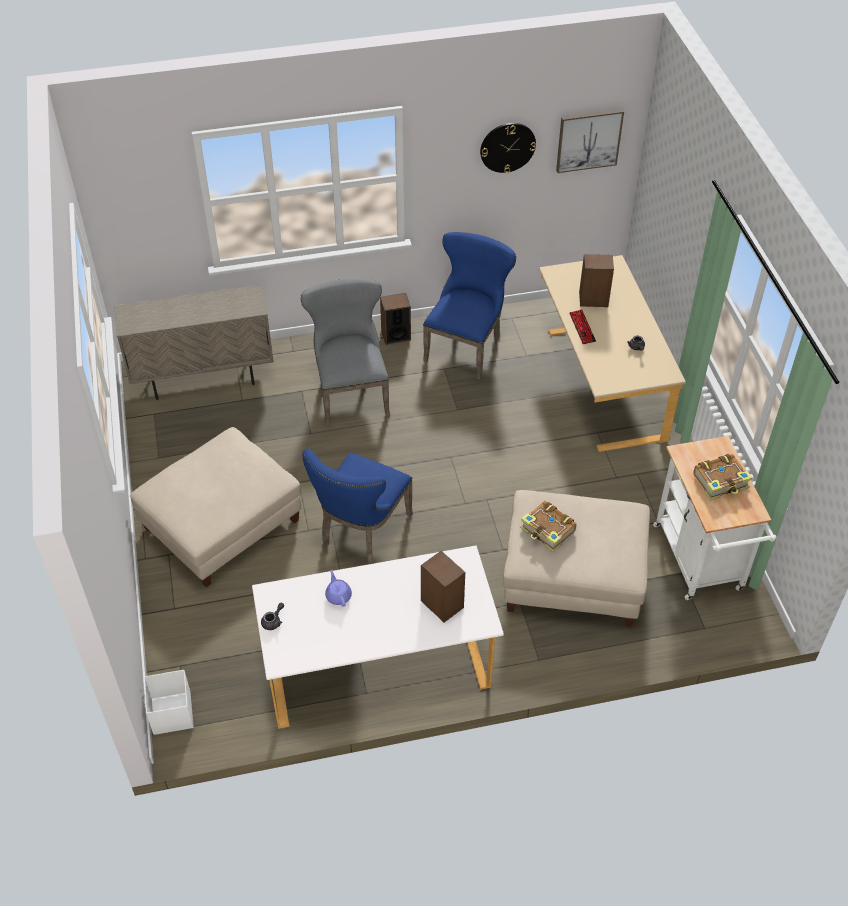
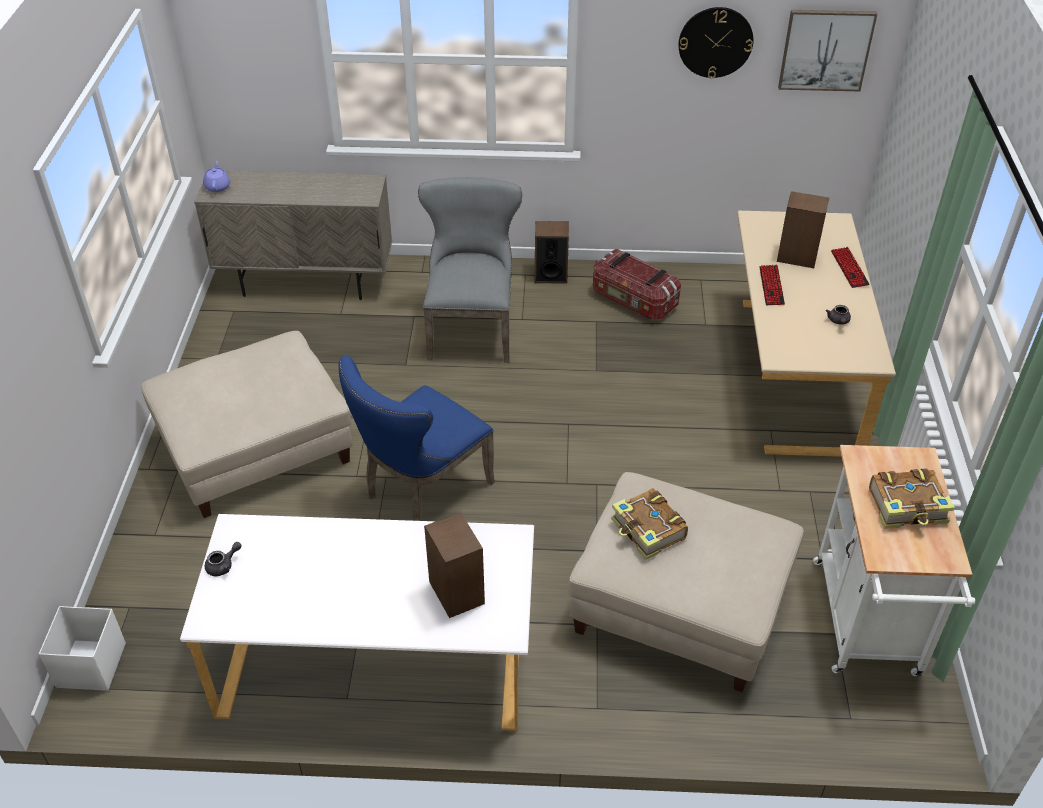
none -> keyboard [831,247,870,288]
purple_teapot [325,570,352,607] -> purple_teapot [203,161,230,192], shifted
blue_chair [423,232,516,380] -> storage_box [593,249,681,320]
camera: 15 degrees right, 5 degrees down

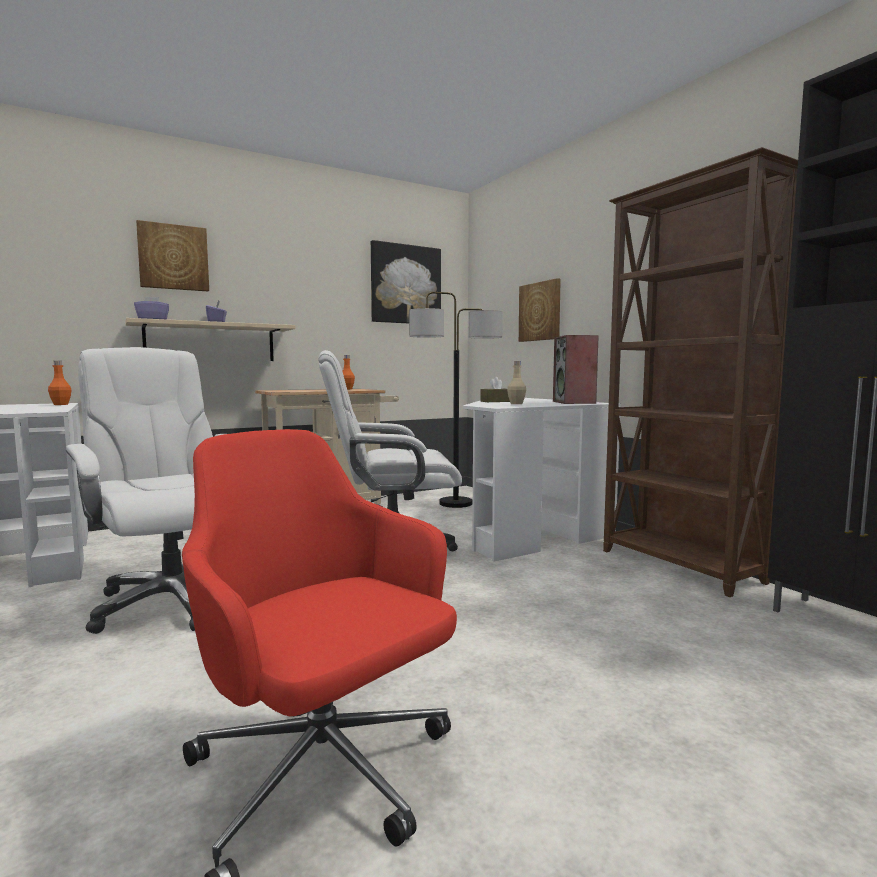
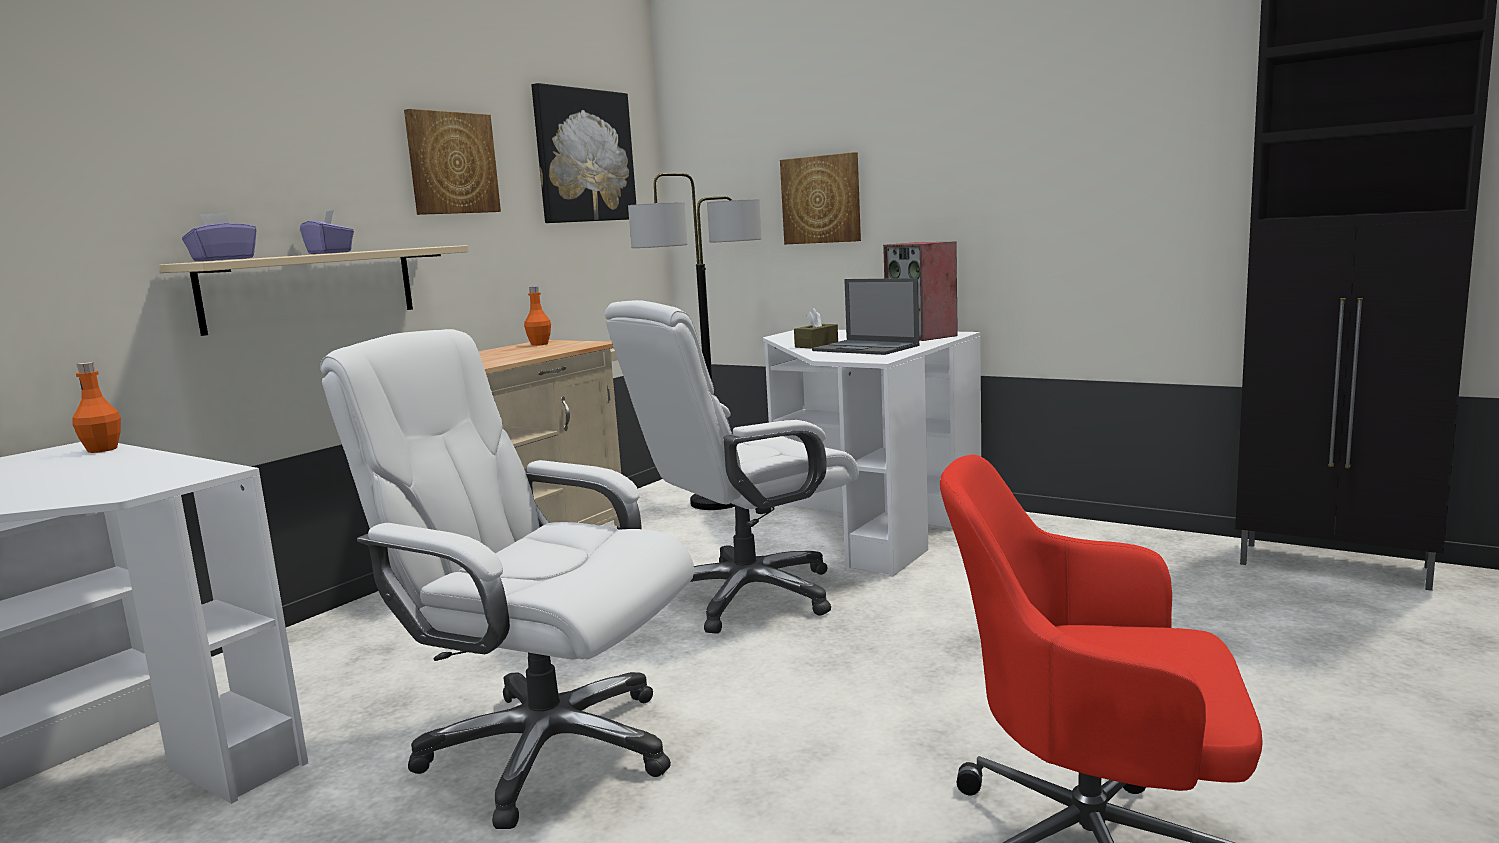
brown_bookcase [603,147,798,597] -> none
picture [136,220,209,292] -> picture [404,109,501,215], shifted
beige_bottle [507,361,526,404] -> laptop [812,278,920,355]
camera: 25 degrees left, 5 degrees up

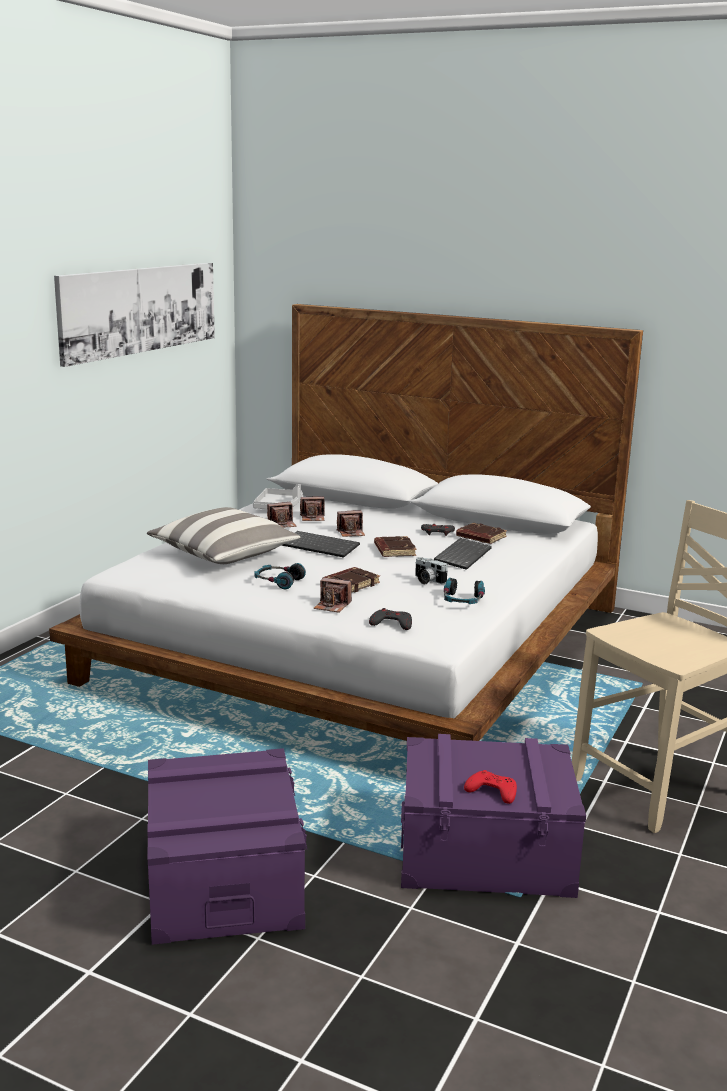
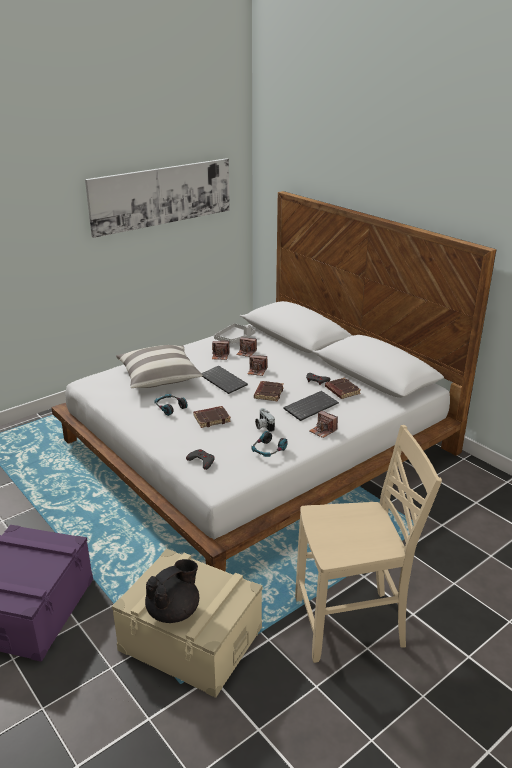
photo_camera [314,578,352,613] -> photo_camera [309,411,338,438], shifted
red_game_controller [464,770,517,804] -> black_teapot [145,559,199,623]
purple_storage_box [401,734,586,898] -> beige_storage_box [112,549,262,698]
camera: 25 degrees right, 10 degrees up

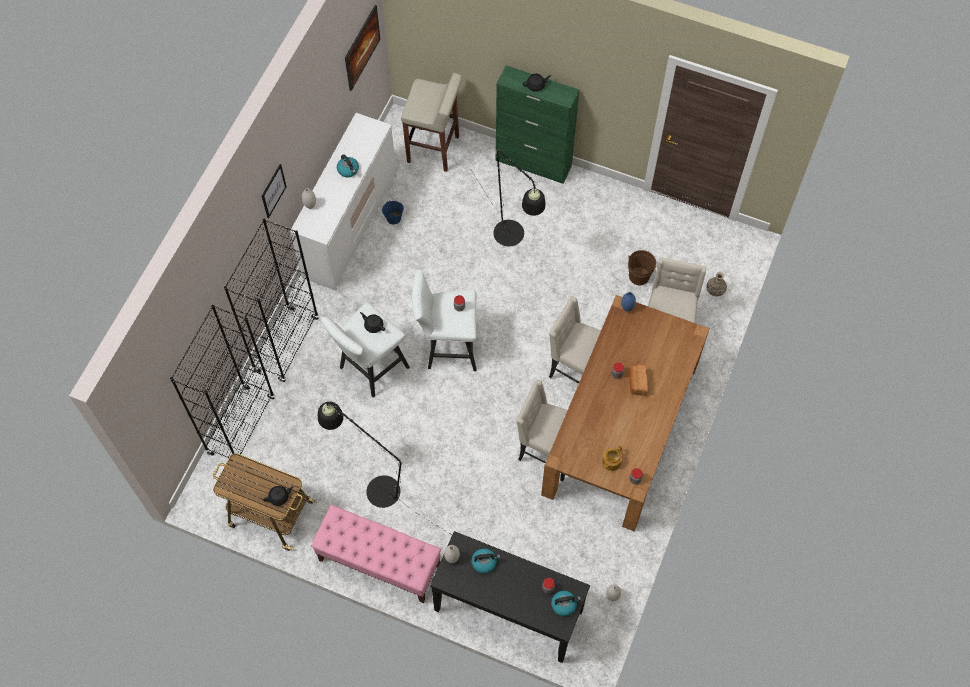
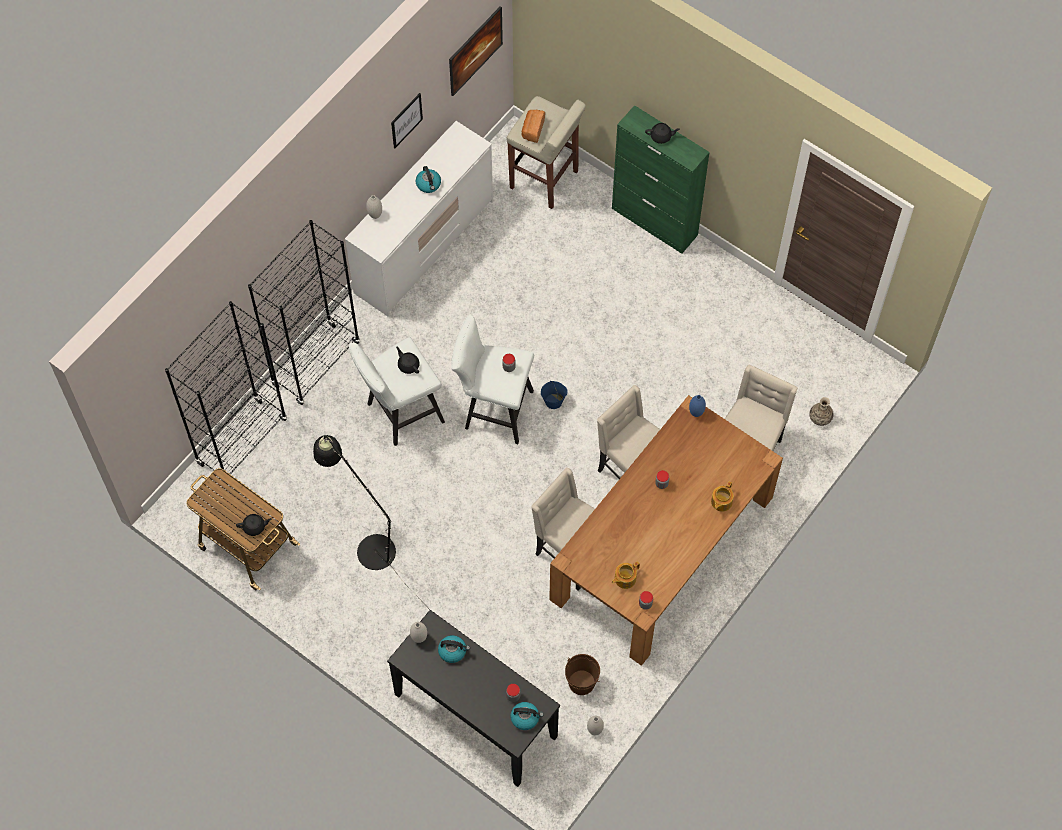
pink_bench [311,505,441,603] -> none
black_floor_lamp [471,149,546,246] -> none
none -> teapot [711,482,734,512]
picture [262,164,286,218] -> picture [391,93,423,148], shifted
blue_bucket [382,200,404,225] -> blue_bucket [541,381,567,409], shifted
brown_bucket [628,250,656,286] -> brown_bucket [565,654,600,695], shifted
bread [629,364,648,396] -> bread [522,110,545,143], shifted
camera: 15 degrees right, 0 degrees up

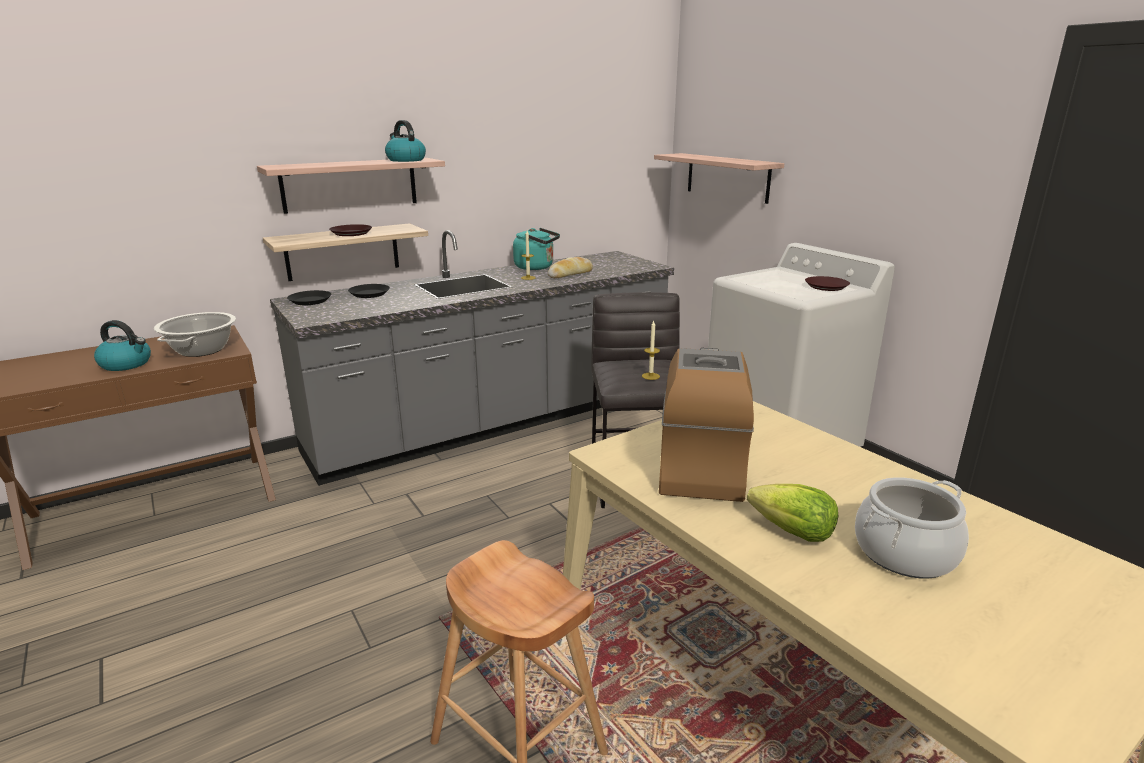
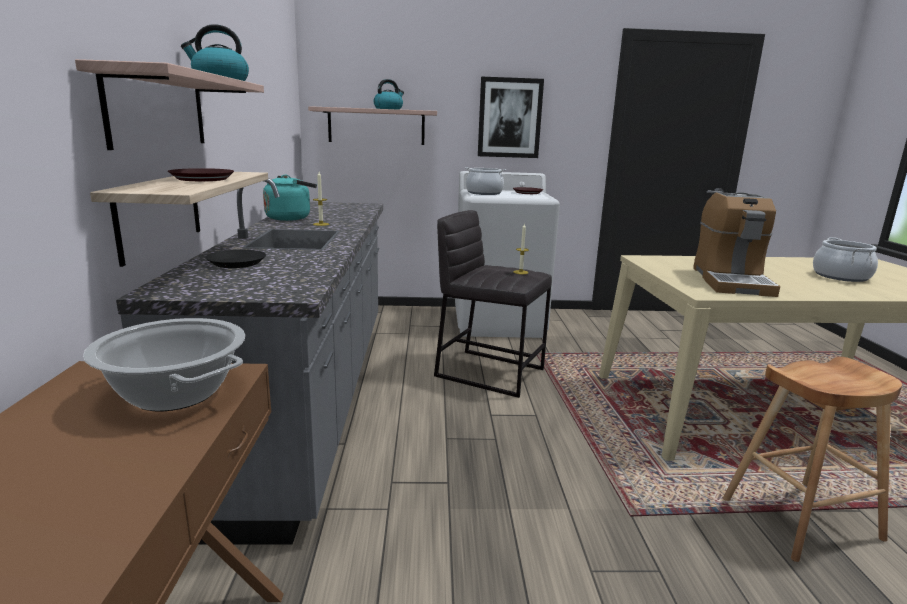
black_plate [287,290,331,305] -> none
bread [548,257,593,278] -> none
lettuce [747,484,838,542] -> none
none -> cooking_pot [465,167,507,195]
none -> picture [478,77,544,158]
kettle [94,320,151,371] -> kettle [373,79,404,110], shifted
coffee_machine [659,348,754,502] -> coffee_machine [693,192,780,297], 120 degrees counterclockwise
camera: 60 degrees left, 5 degrees down

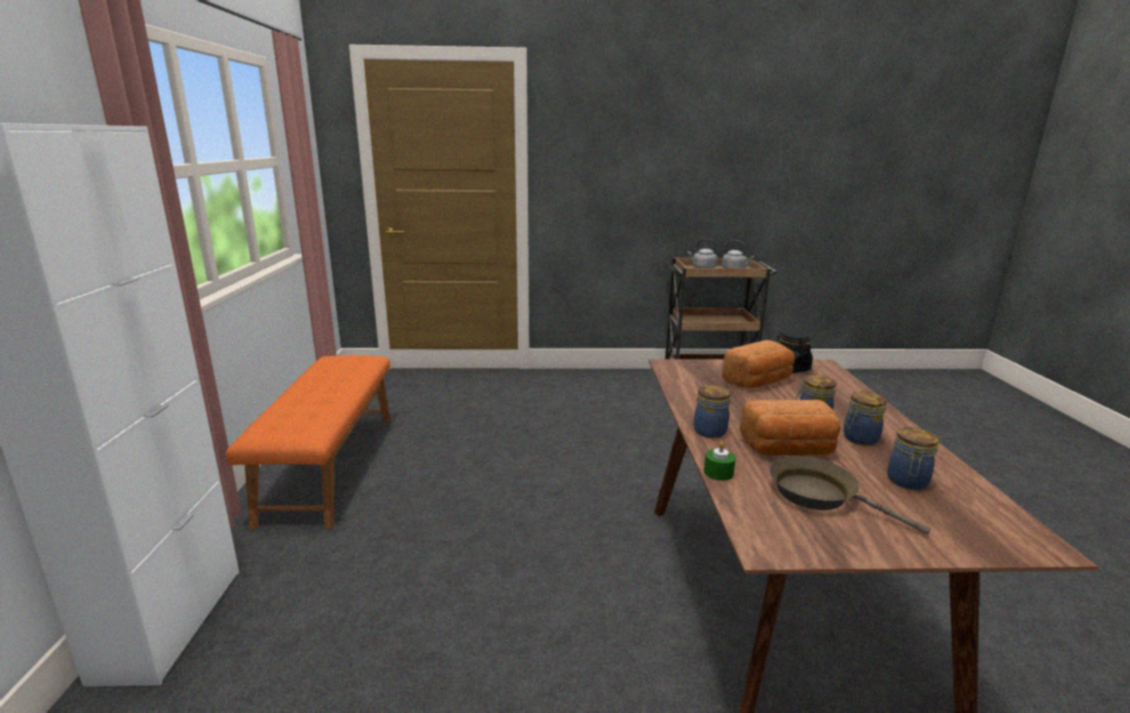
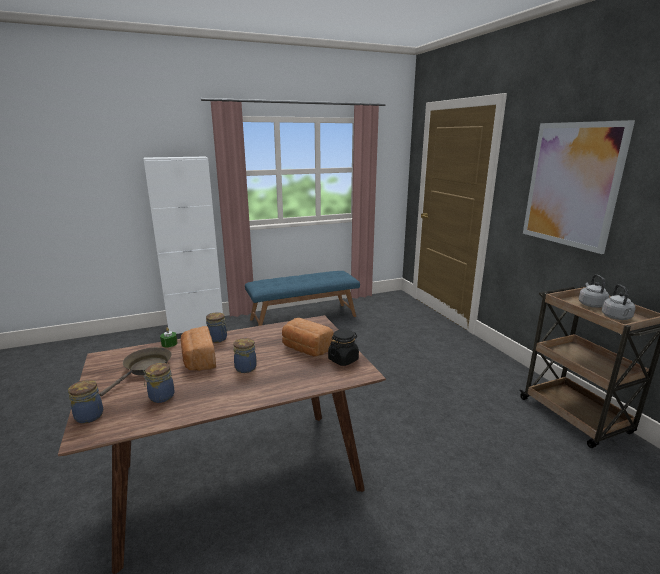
none -> picture [523,120,635,254]
jar [844,391,887,445] -> jar [68,380,103,423], shifted
orange_bench [226,355,390,530] -> blue_bench [245,271,360,326]
camera: 70 degrees right, 0 degrees up

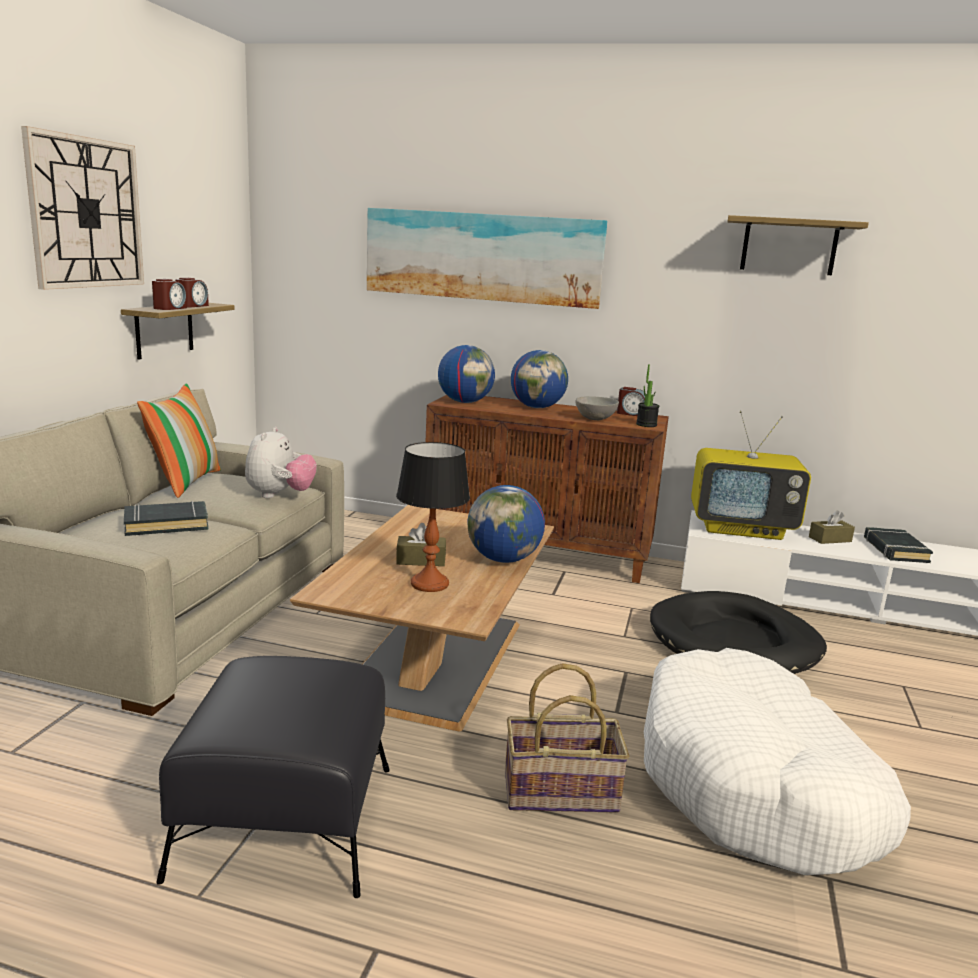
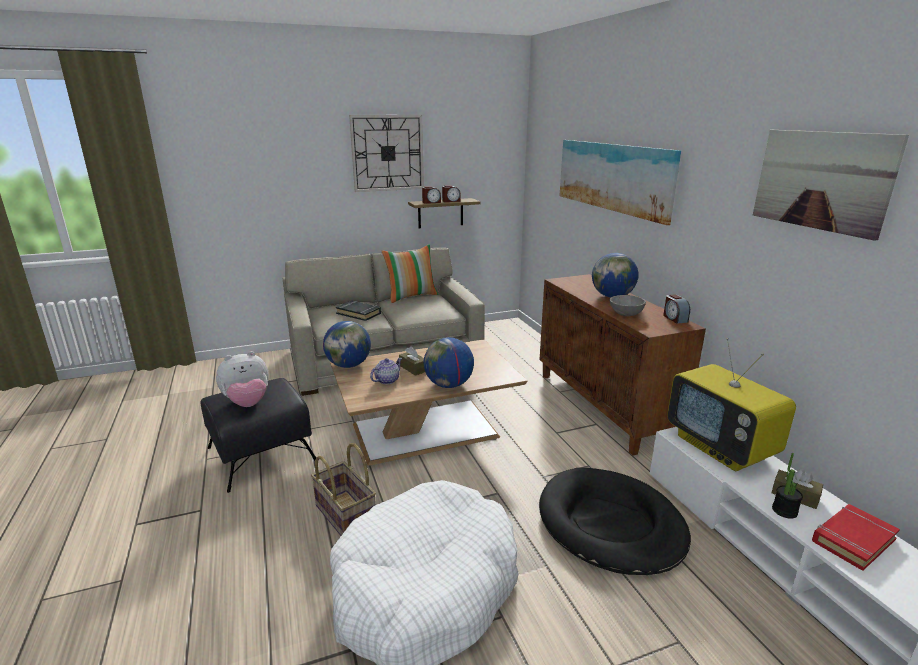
plush_toy [245,427,317,498] -> plush_toy [216,351,269,407], shifted
globe [438,345,495,403] -> globe [323,321,371,368], shifted
potted_plant [636,364,659,427] -> potted_plant [772,453,803,519], shifted
table_lamp [396,442,470,592] -> teapot [370,358,402,384]
shelf [728,215,869,275] -> picture [753,130,909,241]
black_book [864,527,933,563] -> red_book [812,504,900,571]
camera: 55 degrees right, 5 degrees up

